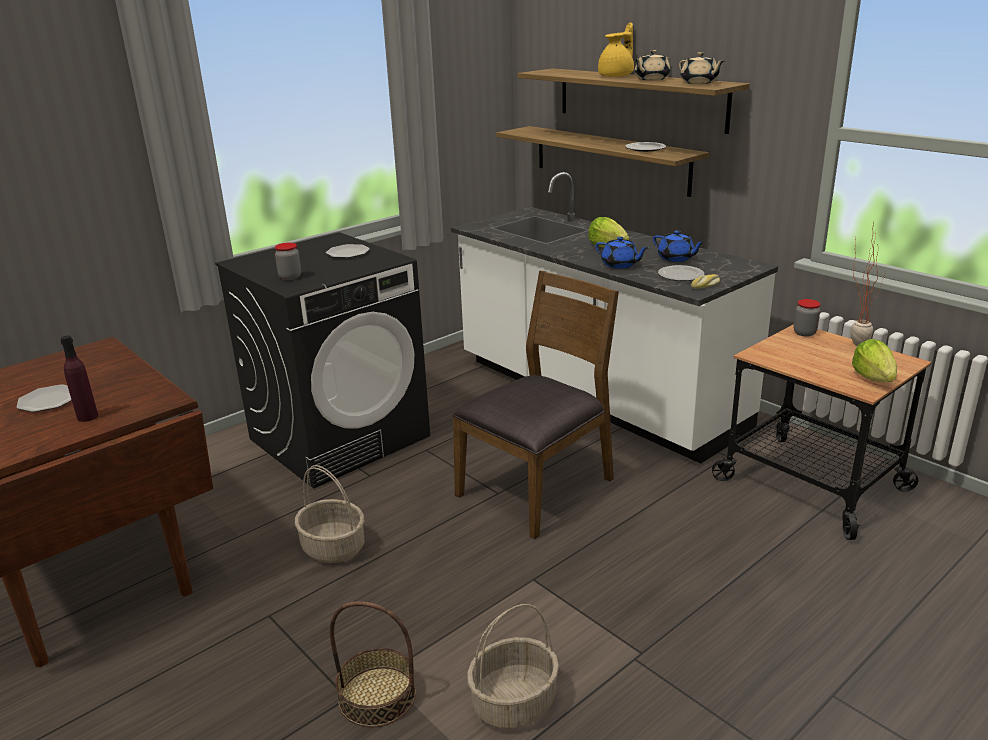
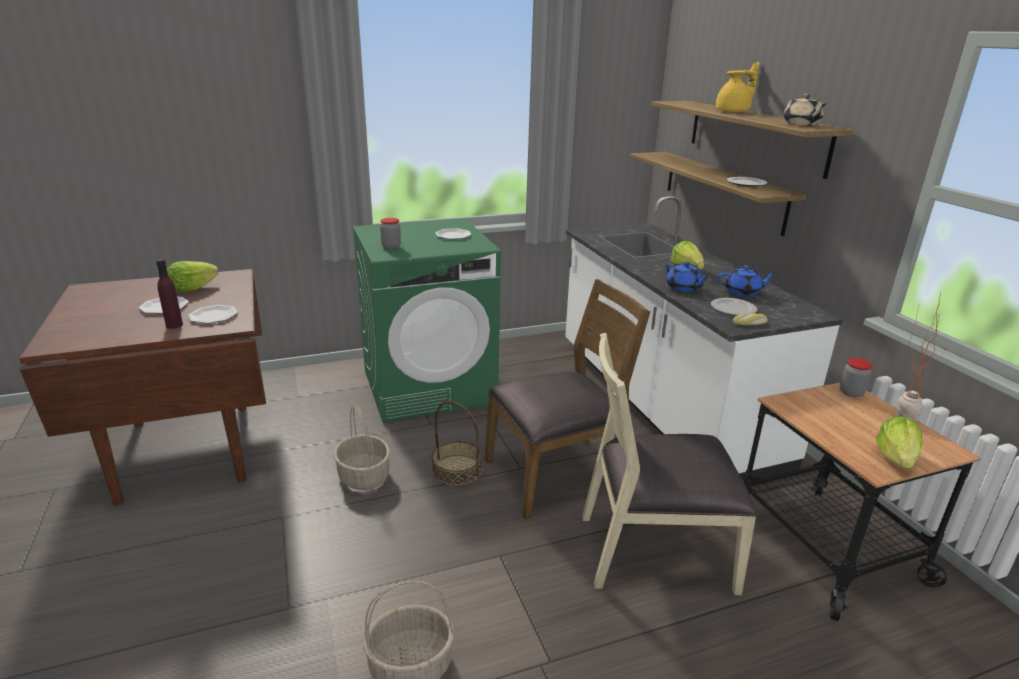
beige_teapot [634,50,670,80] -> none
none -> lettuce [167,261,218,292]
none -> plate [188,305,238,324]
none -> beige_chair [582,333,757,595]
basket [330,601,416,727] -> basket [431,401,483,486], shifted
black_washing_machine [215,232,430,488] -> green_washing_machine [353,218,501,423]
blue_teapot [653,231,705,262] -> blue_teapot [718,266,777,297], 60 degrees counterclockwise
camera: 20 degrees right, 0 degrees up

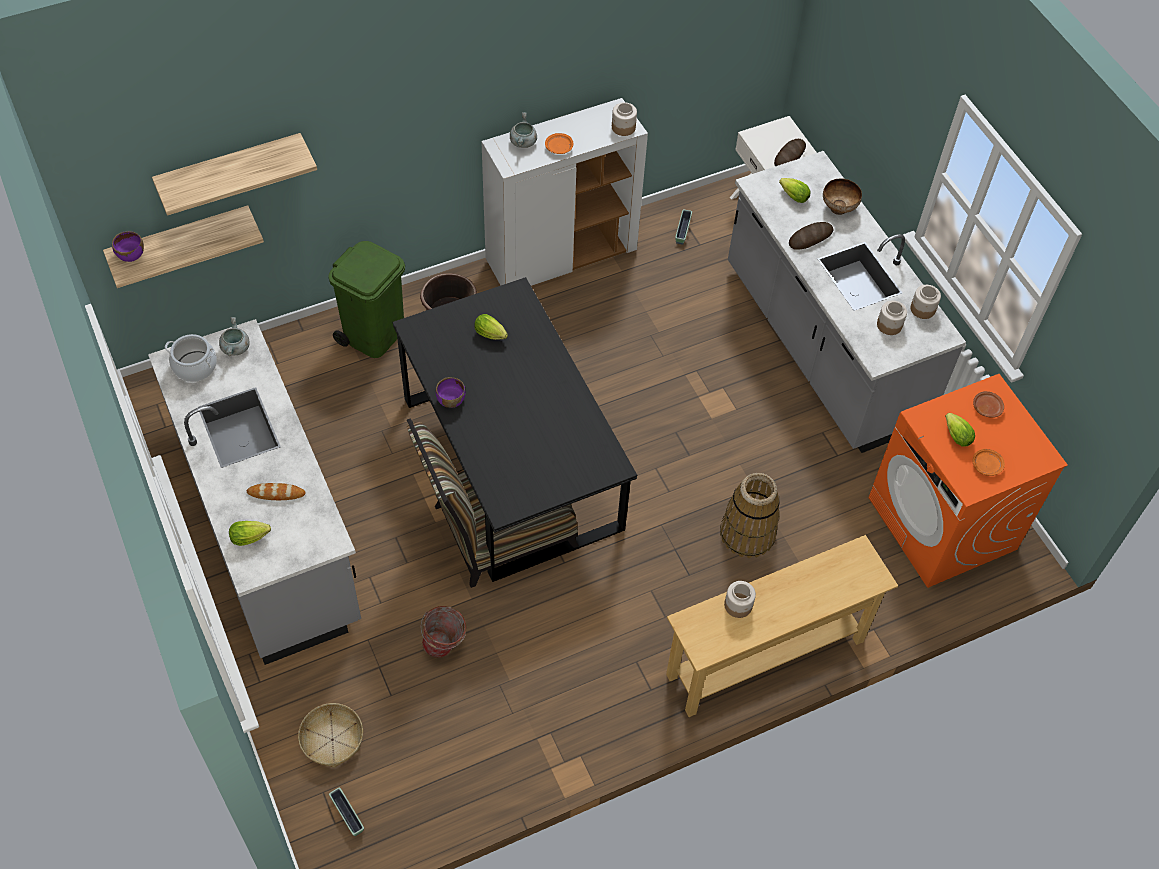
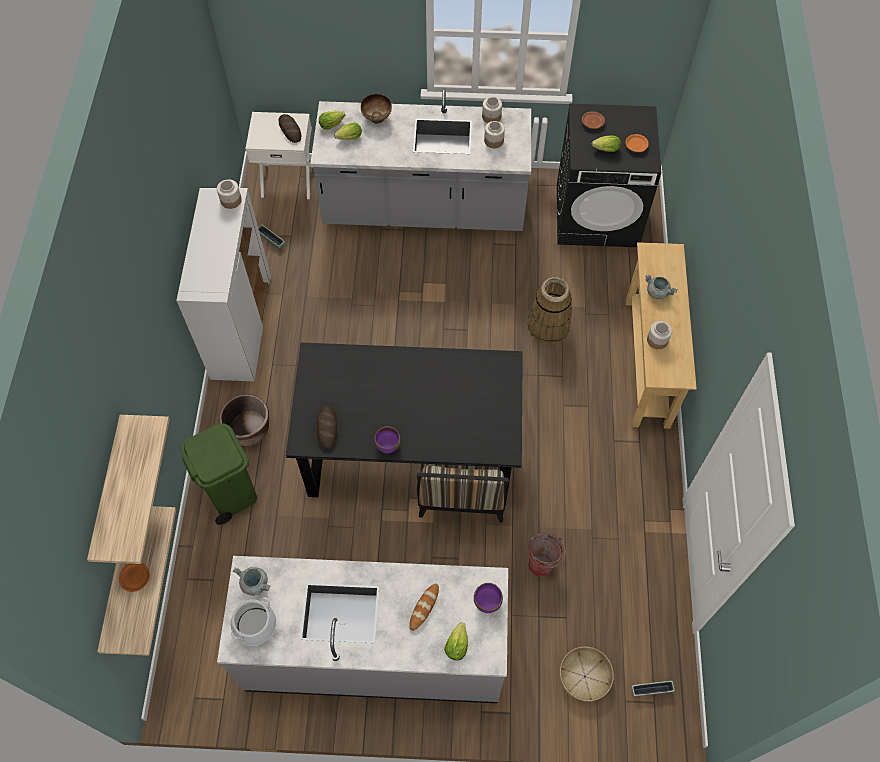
purple_bowl [112,231,144,262] -> purple_bowl [474,583,503,613], shifted
lettuce [474,314,508,340] -> lettuce [319,110,345,130], shifted
grey_cooking_pot [510,112,537,148] -> grey_cooking_pot [645,274,678,299], shifted
orange_plate [545,133,573,154] -> orange_plate [119,563,150,592], shifted
bread [789,222,834,250] -> bread [317,406,337,449], shifted
orange_washing_machine [868,374,1068,588] -> black_washing_machine [557,103,661,247]
camera: 60 degrees left, 5 degrees up

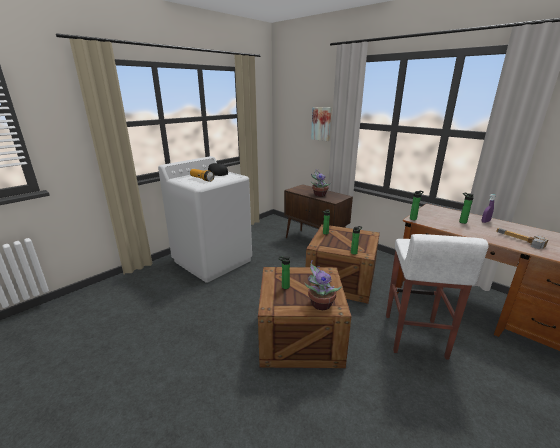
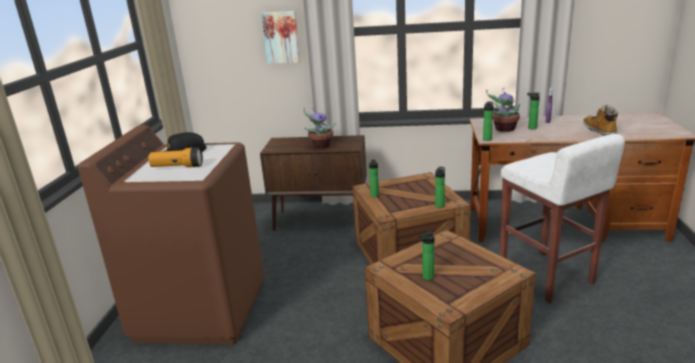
potted_plant [305,260,342,310] -> potted_plant [486,88,520,132], shifted
hammer [496,228,549,249] -> boot [583,104,618,136]
white_washing_machine [158,156,252,283] -> brown_washing_machine [78,125,264,345]
camera: 35 degrees left, 0 degrees up

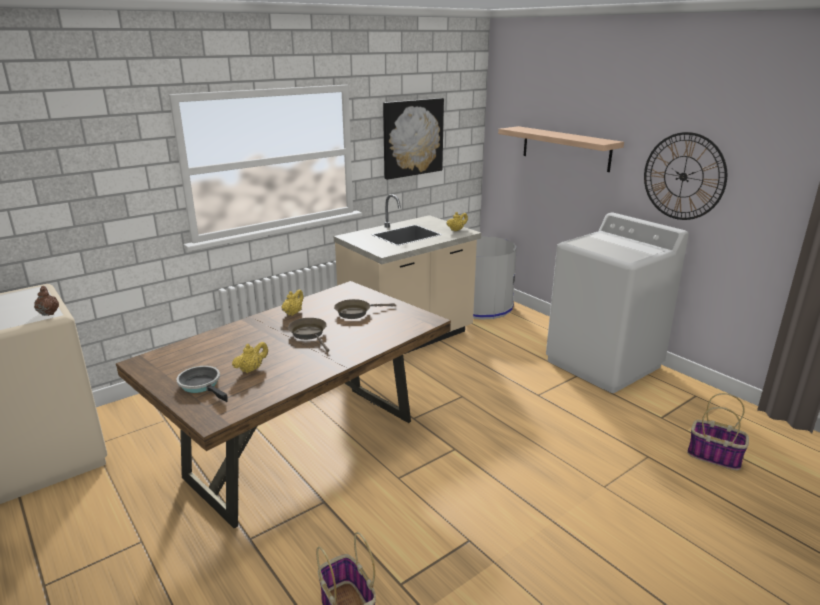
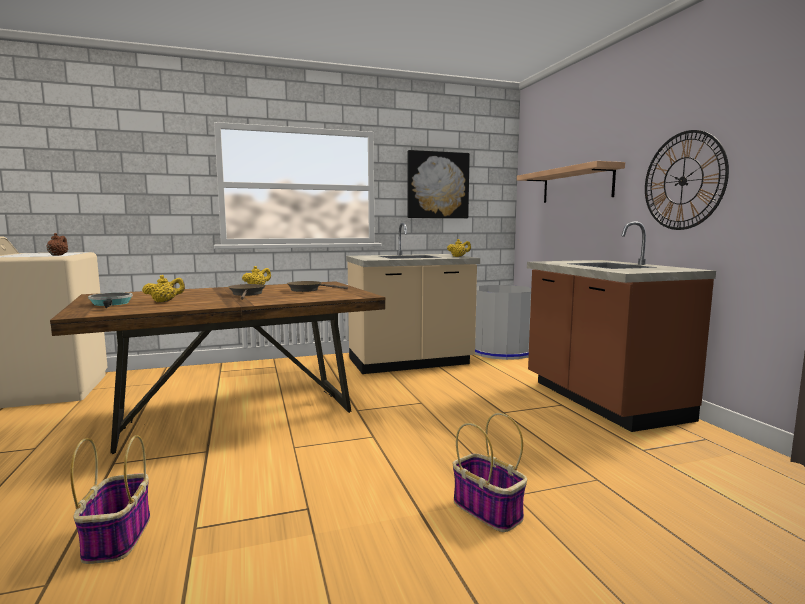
basket [687,393,749,470] -> basket [453,413,527,532], shifted
white_washing_machine [546,212,689,393] -> brown_counter [527,221,716,432]
camera: 20 degrees right, 15 degrees down

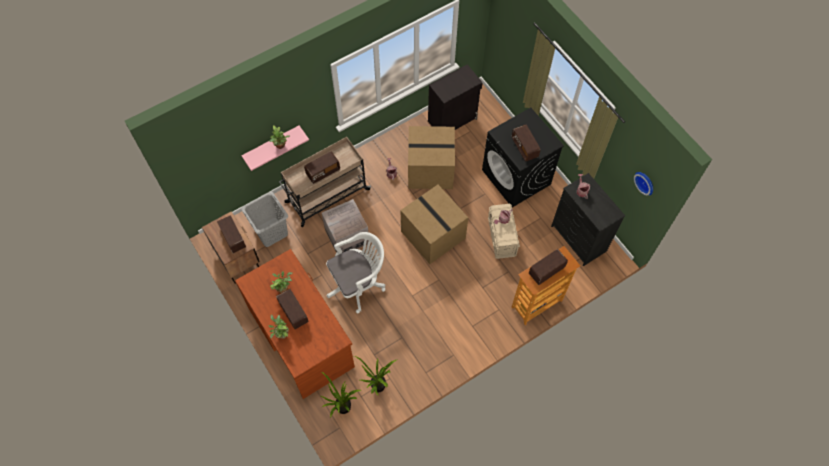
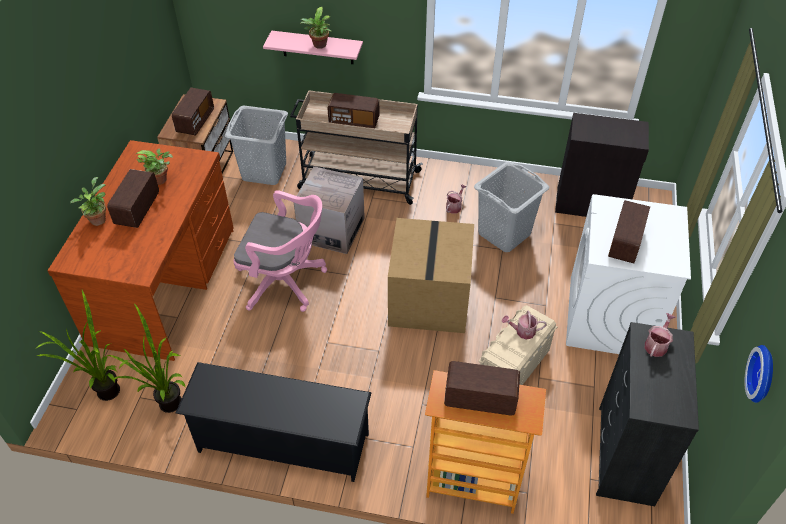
none -> black_shoe_rack [176,362,371,482]
cardboard_box [408,126,455,189] -> grey_laundry_basket [474,162,549,252]
white_office_chair [326,232,385,313] -> pink_office_chair [233,190,327,312]
black_washing_machine [482,108,564,208] -> white_washing_machine [566,194,691,354]
camera: 45 degrees right, 15 degrees down

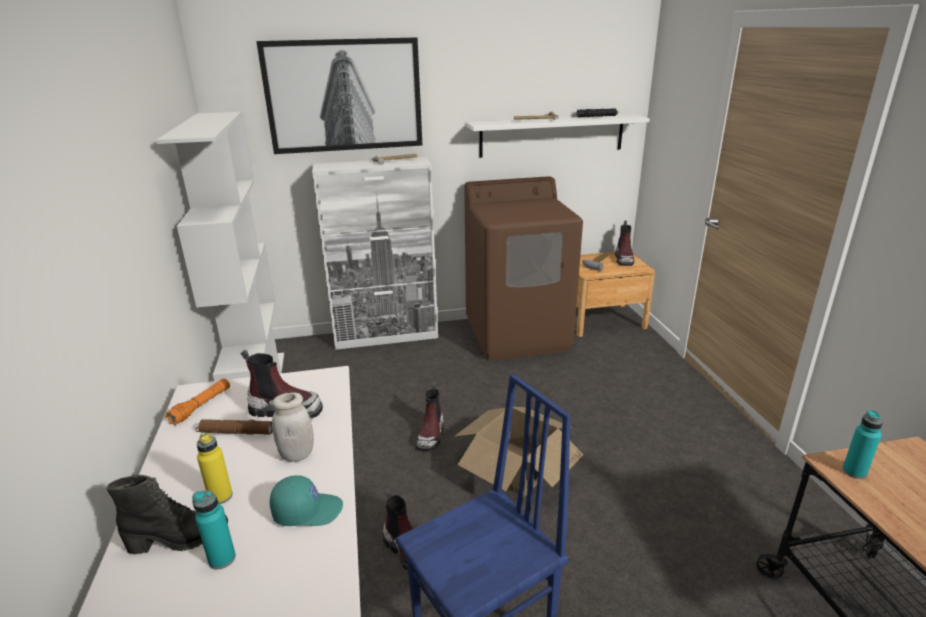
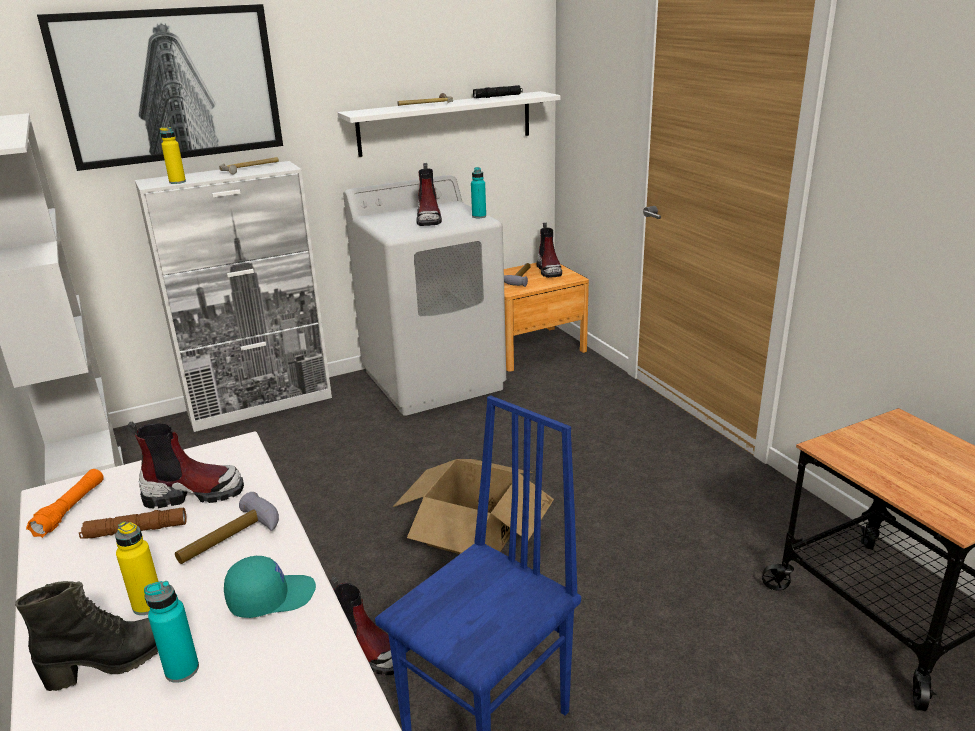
none -> yellow_bottle [160,127,186,184]
boot [416,383,444,451] -> boot [416,163,442,226], shifted
turquoise_bottle [842,410,883,479] -> turquoise_bottle [471,167,486,218], shifted
white_jar [272,392,314,462] -> hammer [175,492,279,564]
brown_washing_machine [464,176,583,361] -> white_washing_machine [343,175,506,416]
camera: 15 degrees left, 0 degrees up

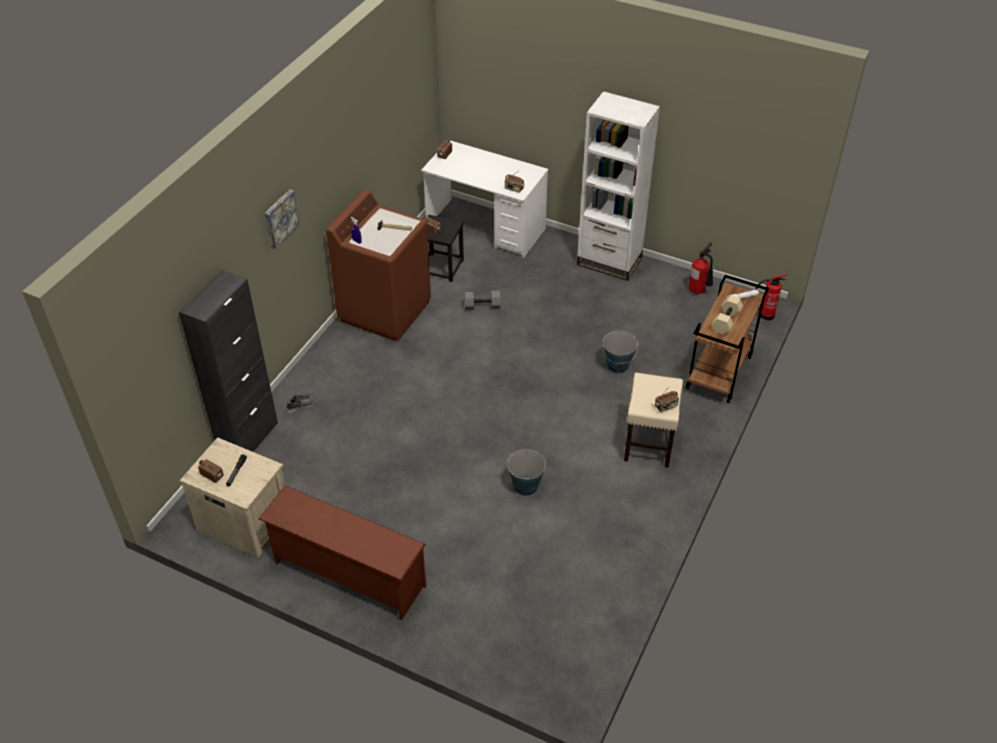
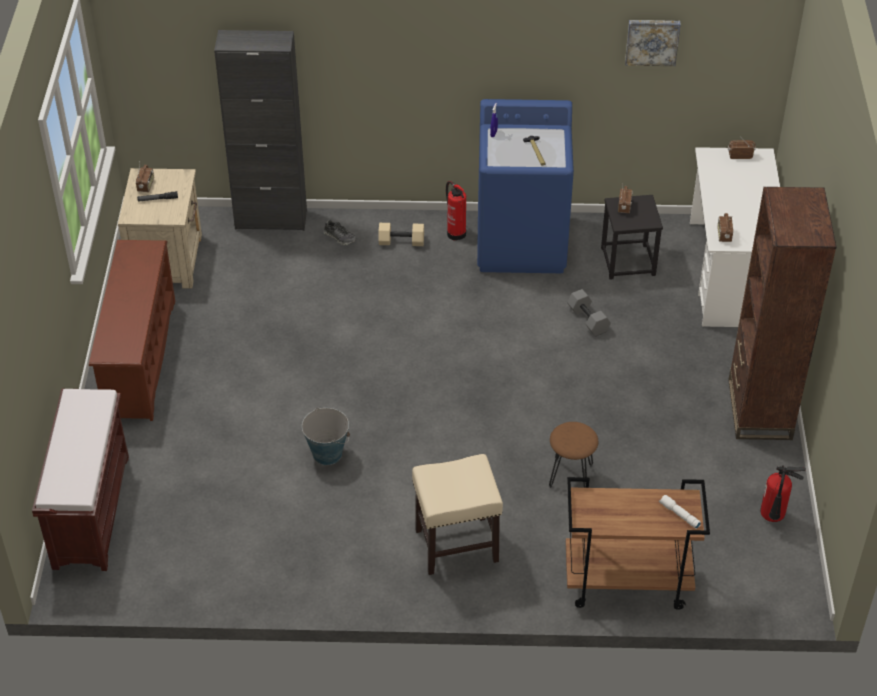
radio [655,386,679,413] -> none
none -> brown_bench [32,389,129,571]
picture [265,189,299,249] -> picture [625,20,681,66], shifted
beige_dumbbell [712,295,743,335] -> beige_dumbbell [378,223,424,246], shifted
fire_extinguisher [755,274,787,321] -> fire_extinguisher [446,181,466,241], shifted
bucket [603,331,638,373] -> brown_stool [549,422,598,488]
brown_washing_machine [326,189,431,341] -> blue_washing_machine [477,99,574,273]
white_bookcase [577,91,660,281] -> brown_bookcase [728,187,837,440]
camera: 65 degrees right, 0 degrees up

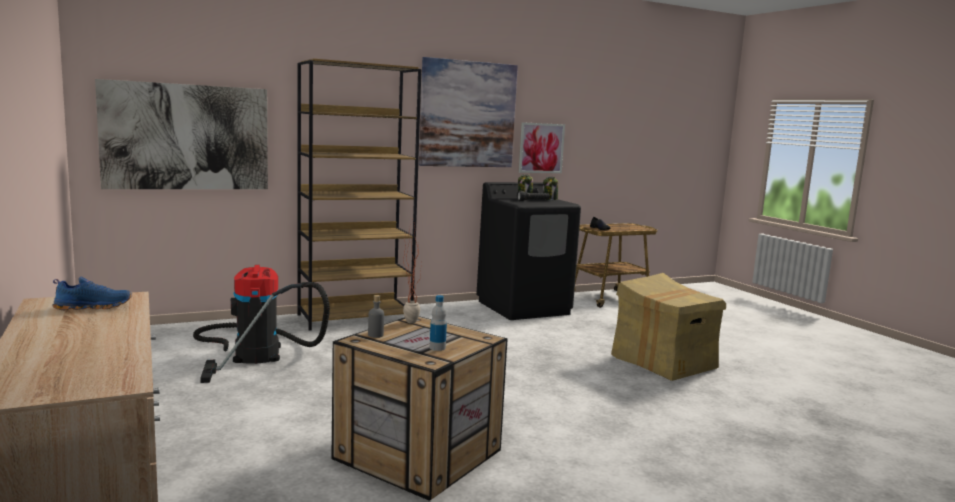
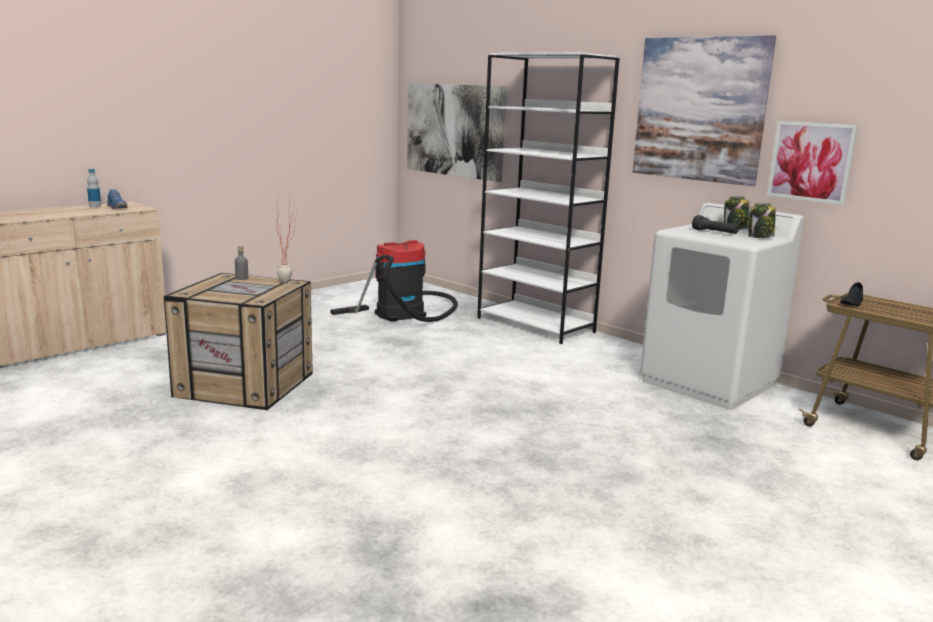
cardboard_box [611,273,726,381] -> none
bottle [430,295,447,351] -> bottle [87,169,101,207], shifted
brown_bookcase [298,58,422,331] -> white_bookcase [477,52,620,344]
black_washing_machine [476,182,581,320] -> white_washing_machine [640,203,804,410]
camera: 70 degrees right, 5 degrees up

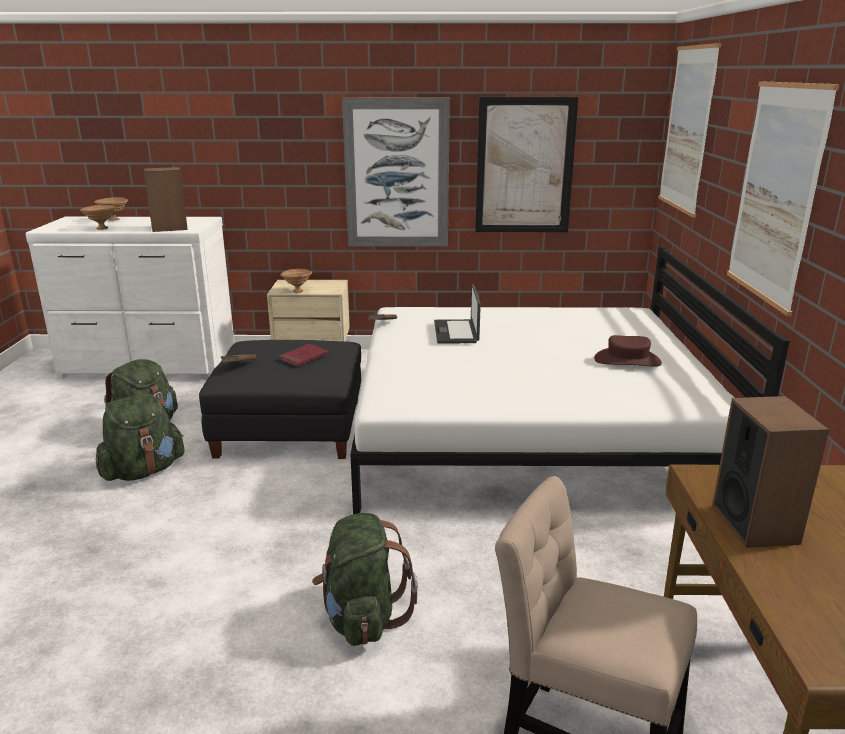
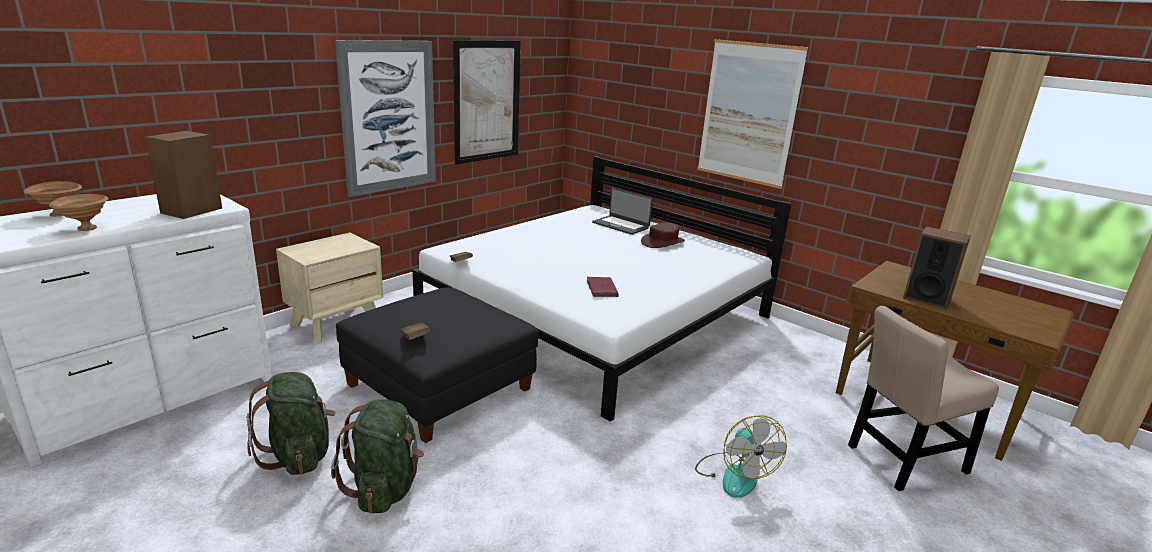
brown_bowl [280,269,312,293] -> none
picture [658,43,721,218] -> none
red_book [279,344,328,367] -> red_book [587,277,619,297], shifted
laptop [434,284,481,344] -> laptop [592,188,653,235], shifted
green_backpack [312,513,418,646] -> fan [695,416,787,498]
camera: 50 degrees left, 0 degrees up

